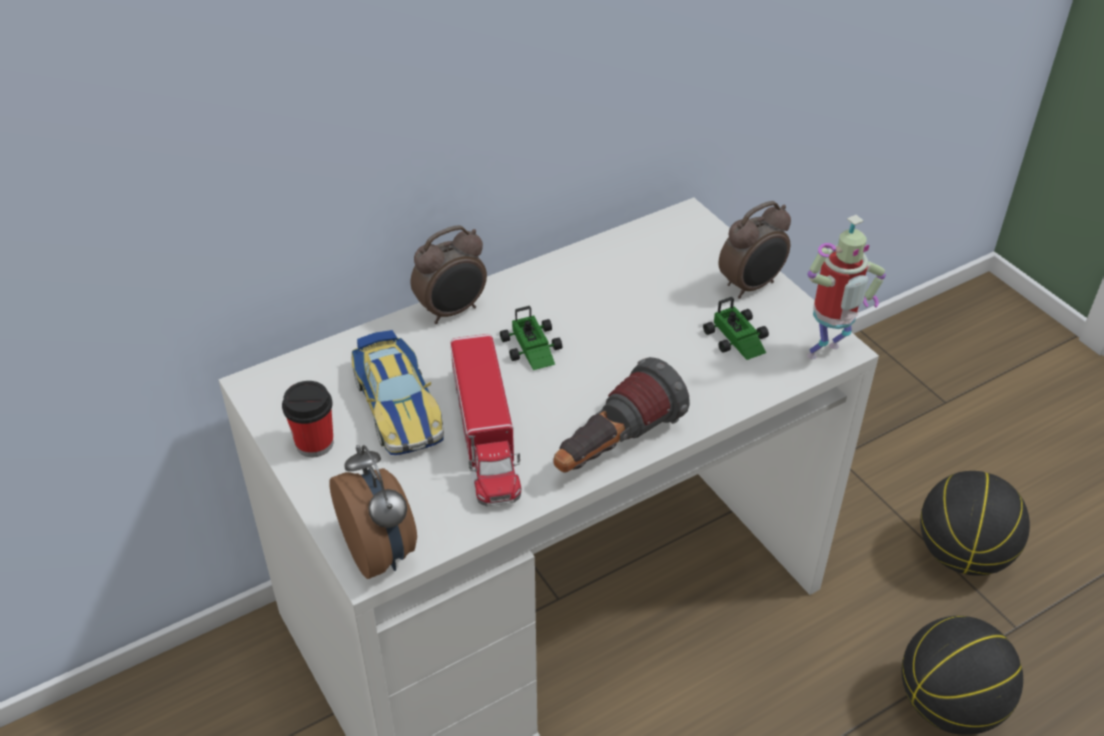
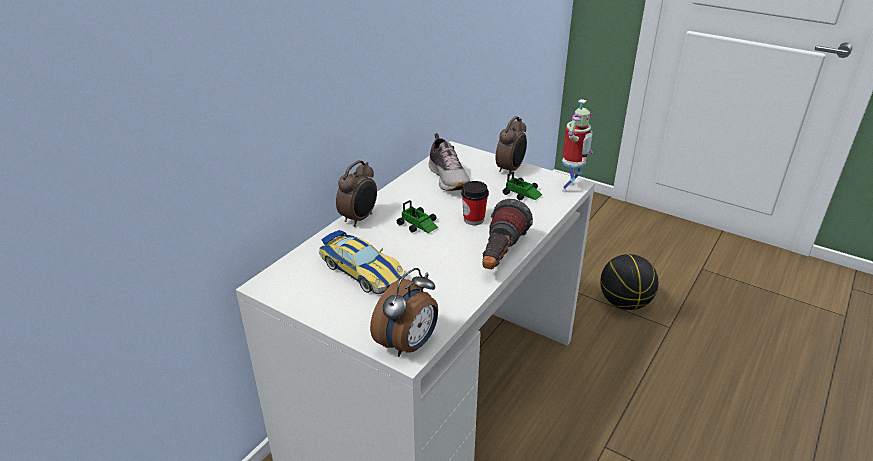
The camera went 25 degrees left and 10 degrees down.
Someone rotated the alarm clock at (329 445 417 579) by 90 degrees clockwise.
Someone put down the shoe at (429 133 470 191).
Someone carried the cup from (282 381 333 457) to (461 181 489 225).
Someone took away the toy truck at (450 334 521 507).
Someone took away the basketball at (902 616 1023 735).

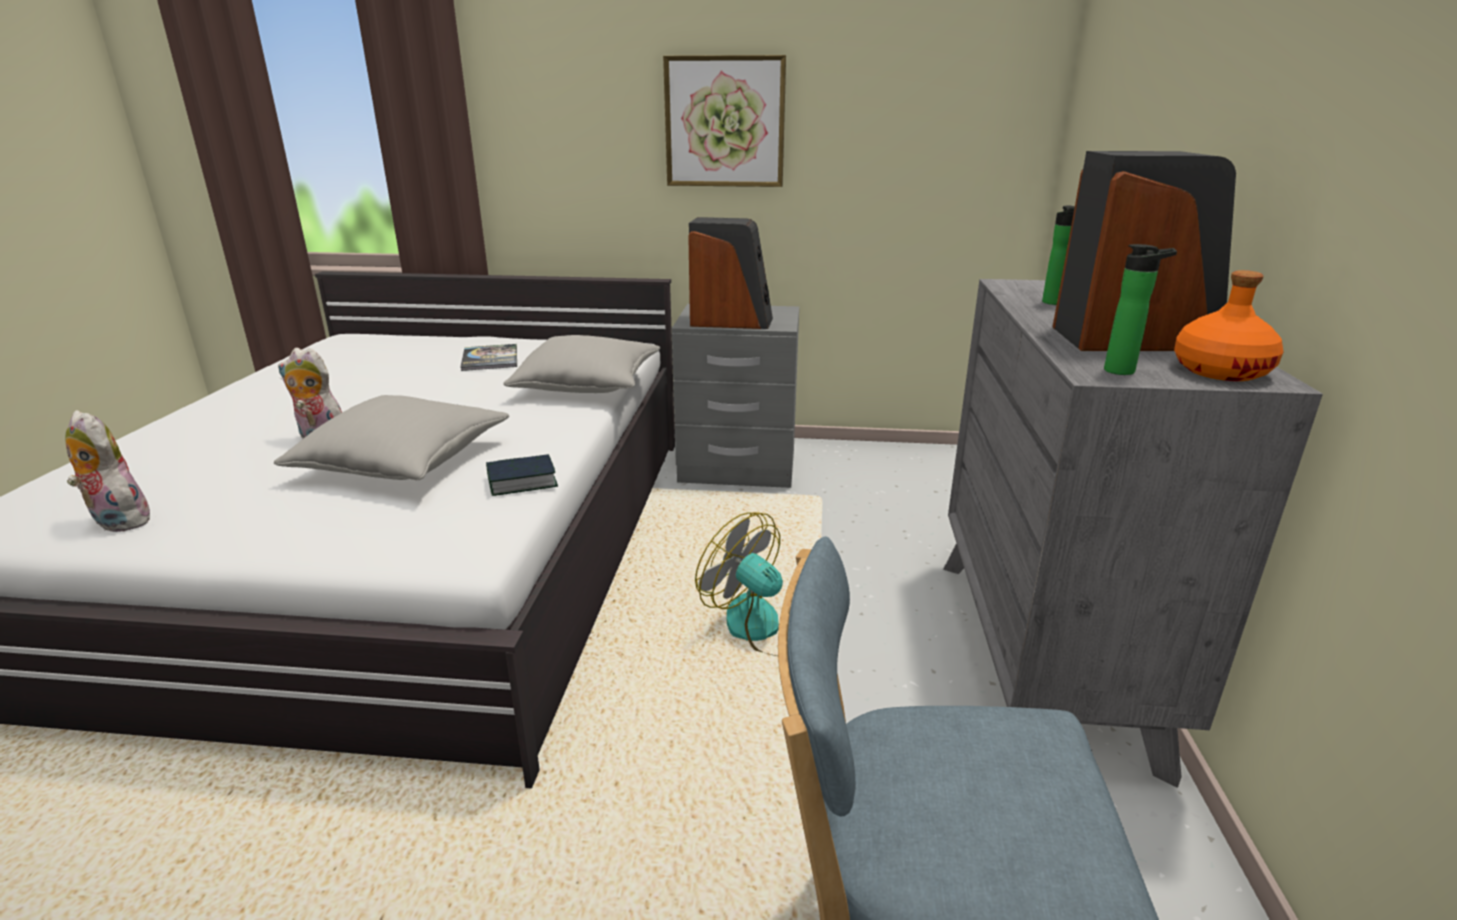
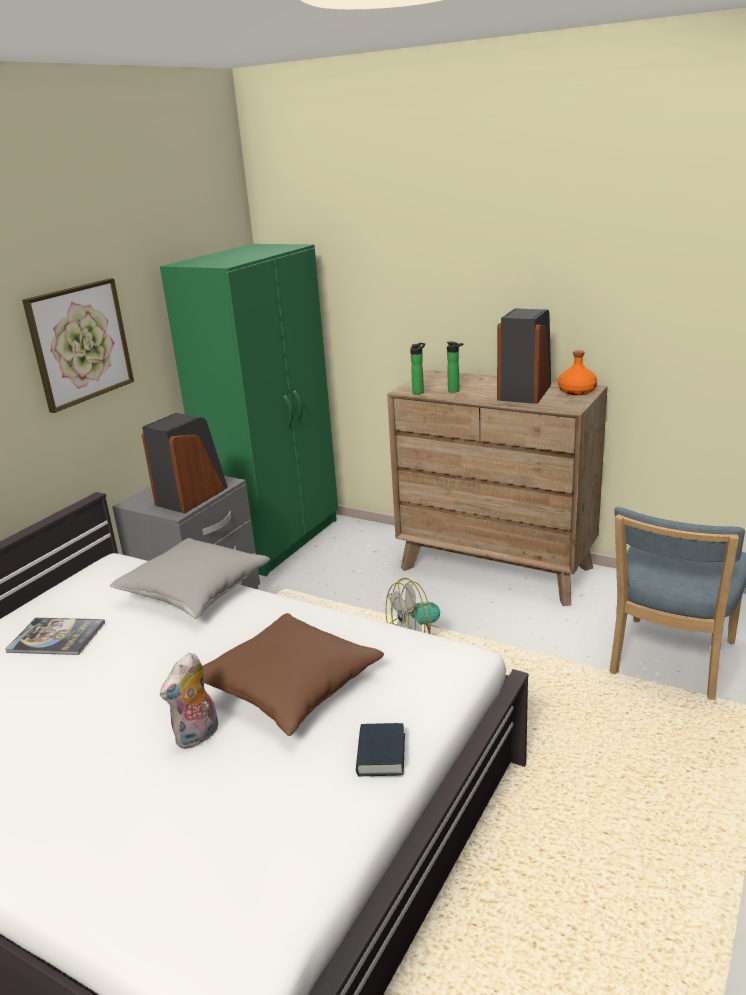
The camera went 65 degrees left and 0 degrees up.
Someone put down the green wardrobe at (160 244 338 576).
Someone repainted the grey pillow at (274 395 509 480), which became the brown pillow at (203 613 384 736).
Someone carried the book from (486 454 558 496) to (356 723 405 776).
Someone repainted the grey dresser at (943 279 1323 788), which became the brown dresser at (387 370 608 606).
Someone carried the bottle from (1104 244 1177 375) to (410 343 425 395).
Someone took away the plush toy at (65 410 150 533).

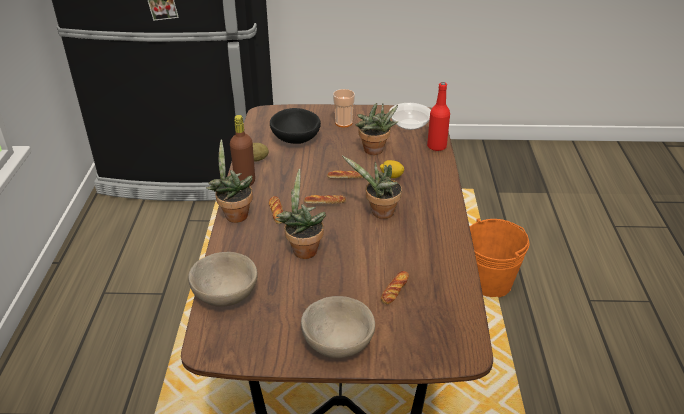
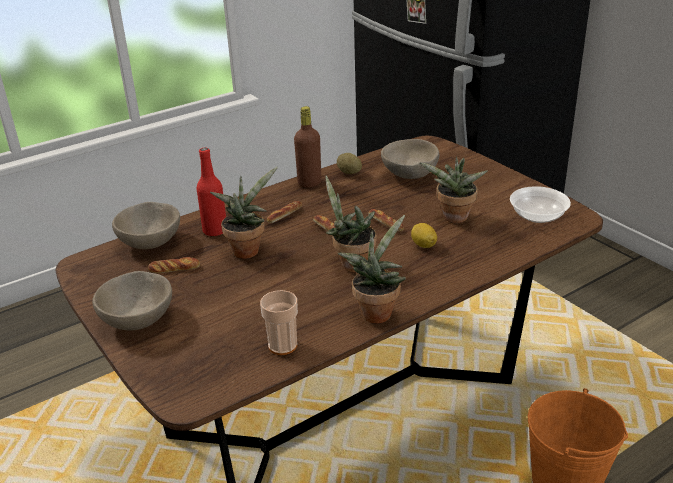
The camera went 55 degrees right and 5 degrees down.
Someone carried the bread from (381 271 409 304) to (148 257 200 273).
Someone carried the red bottle from (427 82 450 151) to (196 148 226 237).
Someone carried the cup from (333 89 355 128) to (260 290 298 355).
Someone carried the potted plant from (206 139 253 223) to (338 215 406 324).
Someone repainted the black bowl at (270 108 321 144), which became the beige bowl at (381 139 439 179).

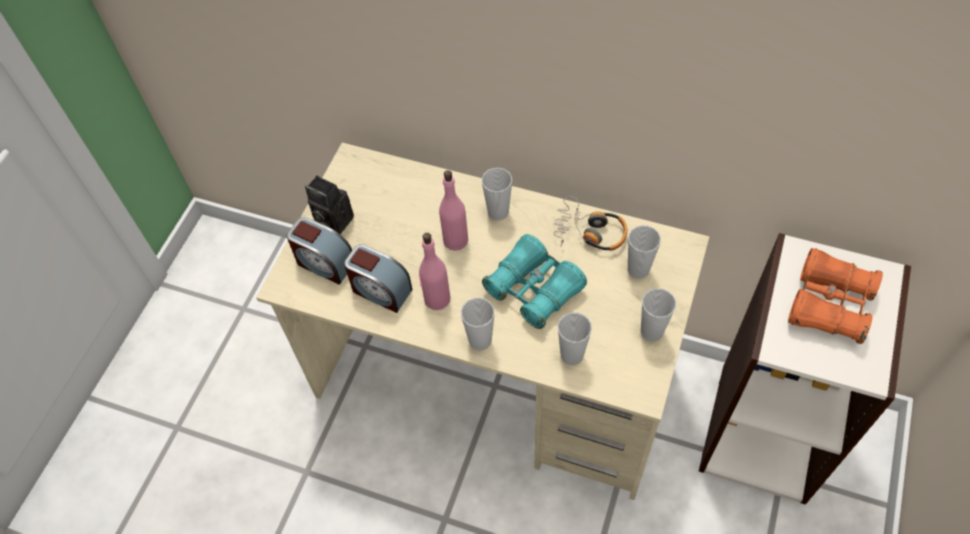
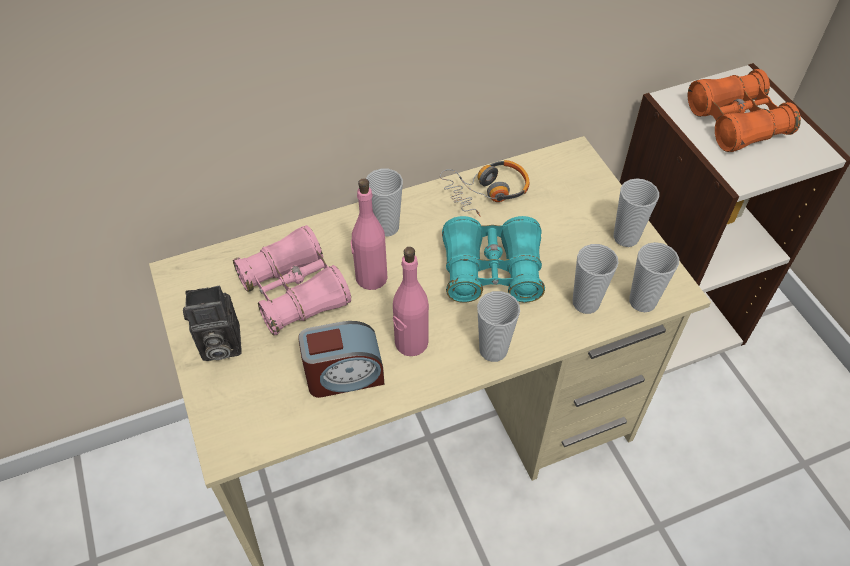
The camera went 45 degrees left and 5 degrees down.
Someone put down the pink binoculars at (233 225 351 335).
Someone carried the cup from (628 225 661 279) to (629 242 679 312).
Someone took away the alarm clock at (287 217 352 285).

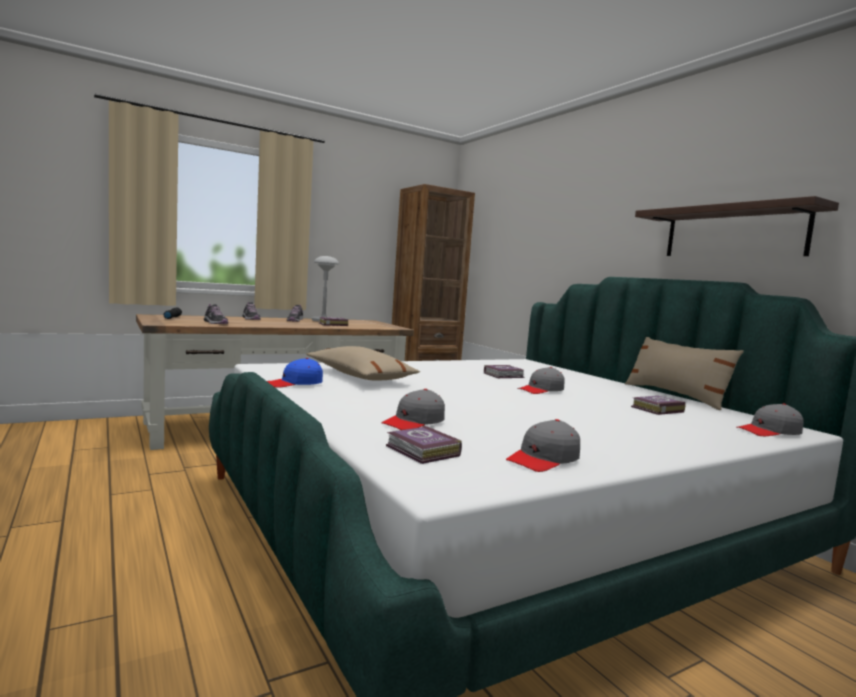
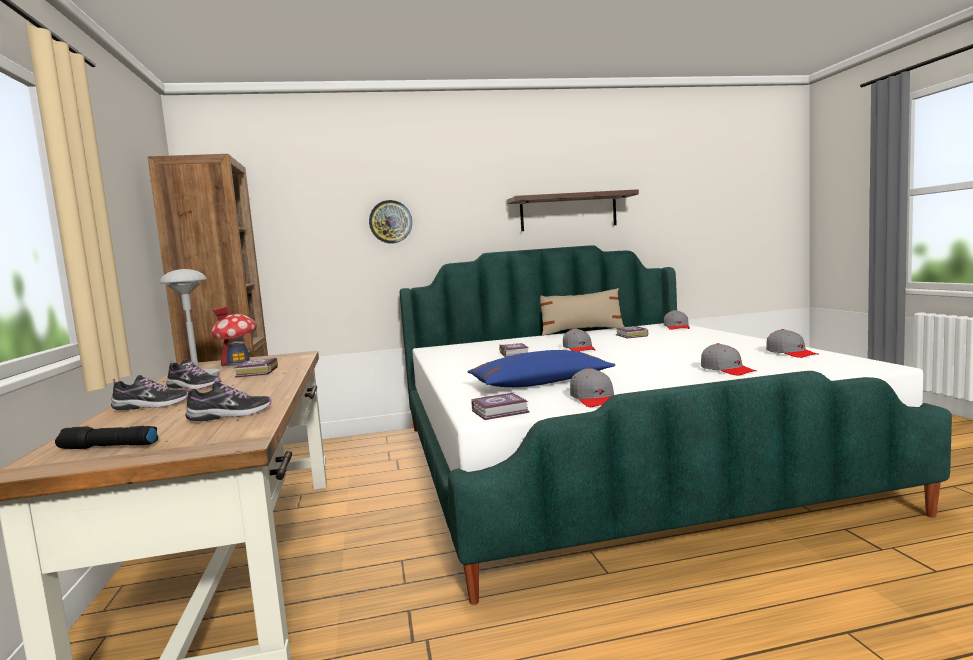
The camera went 70 degrees left and 0 degrees up.
Someone put down the toy house at (211 306 257 366).
Someone put up the wall clock at (369 200 412 244).
Someone repainted the beige pillow at (306 346 420 381), which became the blue pillow at (467 350 615 387).
Someone carried the book from (386 425 462 464) to (471 393 530 420).
Someone repainted the blue cap at (267 358 323 388), which became the grey cap at (570 368 614 407).

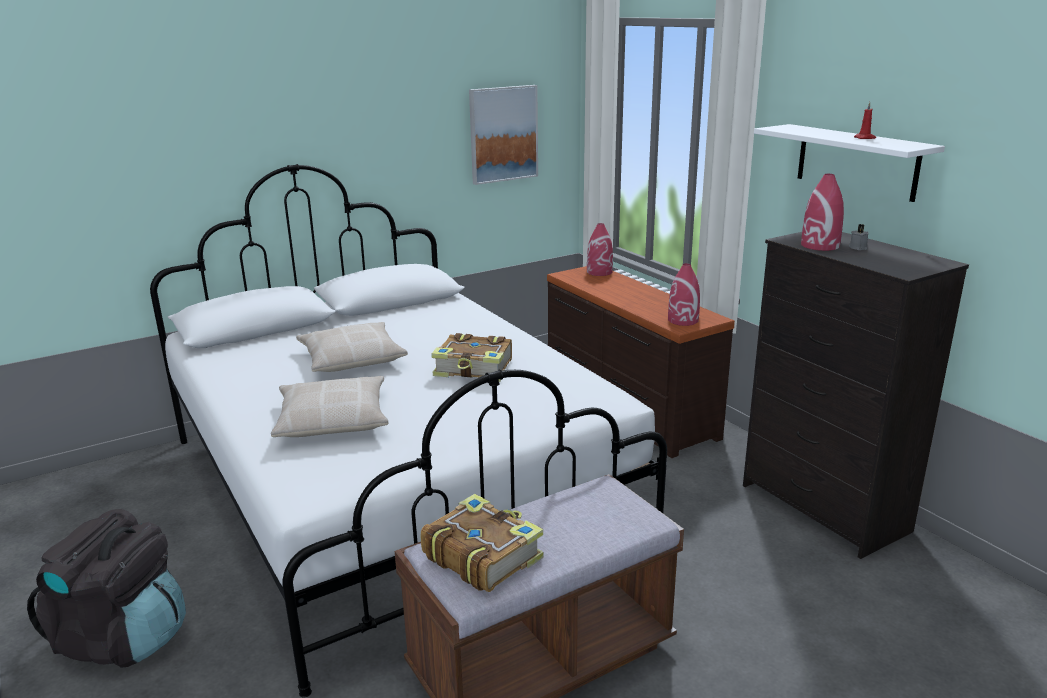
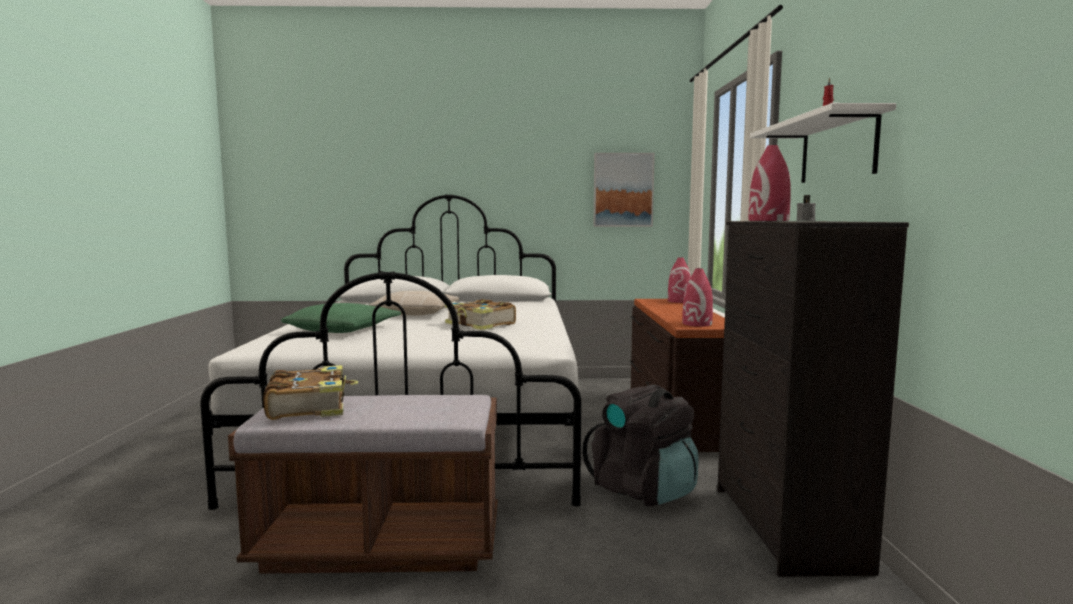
The camera went 30 degrees right and 15 degrees down.
Someone repainted the beige pillow at (271 376 388 437), which became the green pillow at (281 303 401 333).
Someone carried the black backpack from (27 509 186 667) to (582 385 699 506).

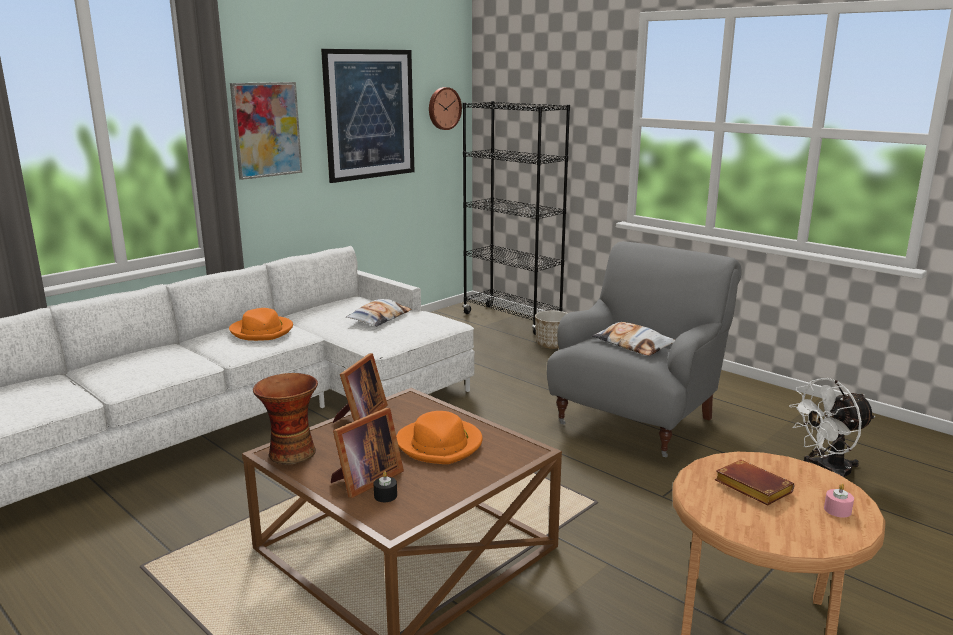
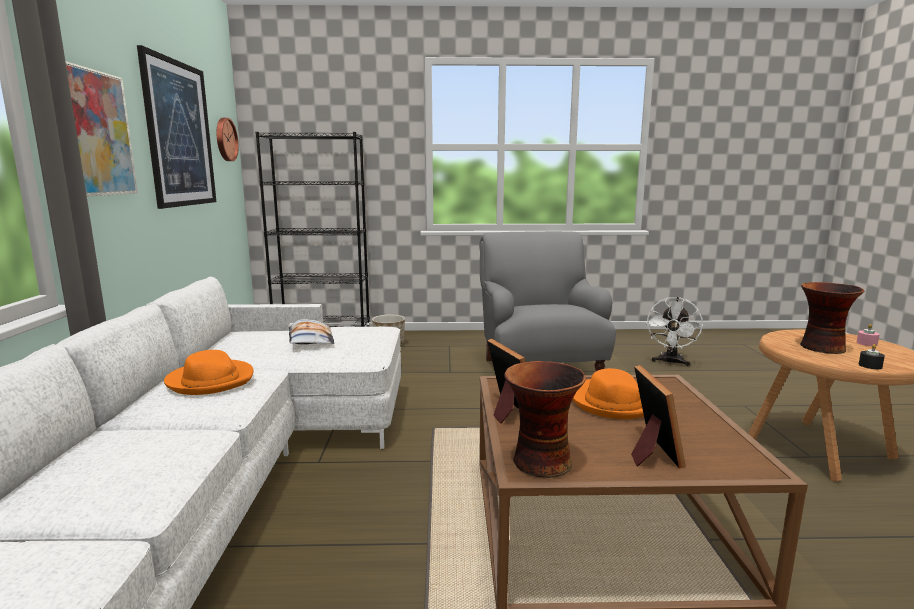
The camera went 45 degrees left and 5 degrees down.
Someone swapped the brown book at (715 460 794 505) for the vase at (800 282 864 354).
Someone carried the black candle from (374 471 397 502) to (859 344 885 369).
Someone took away the pillow at (592 322 675 356).

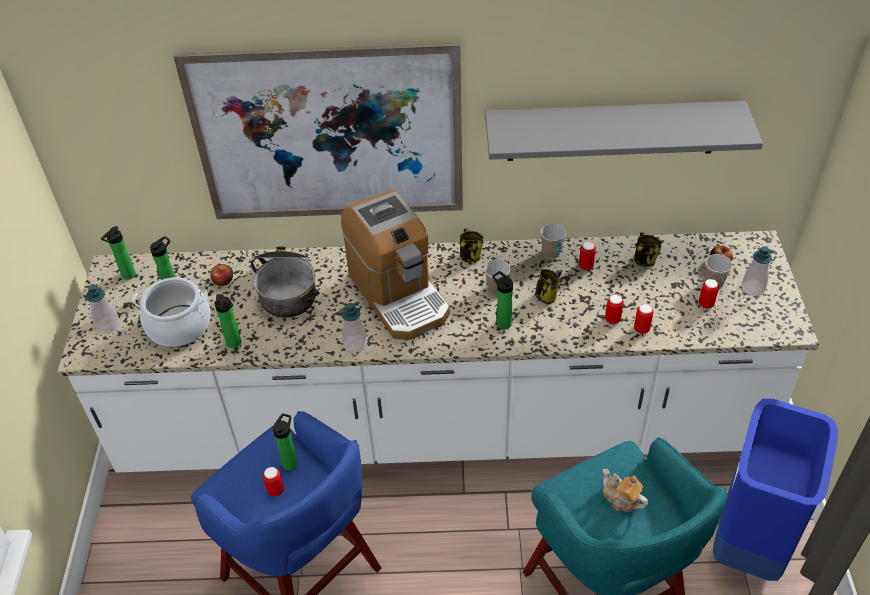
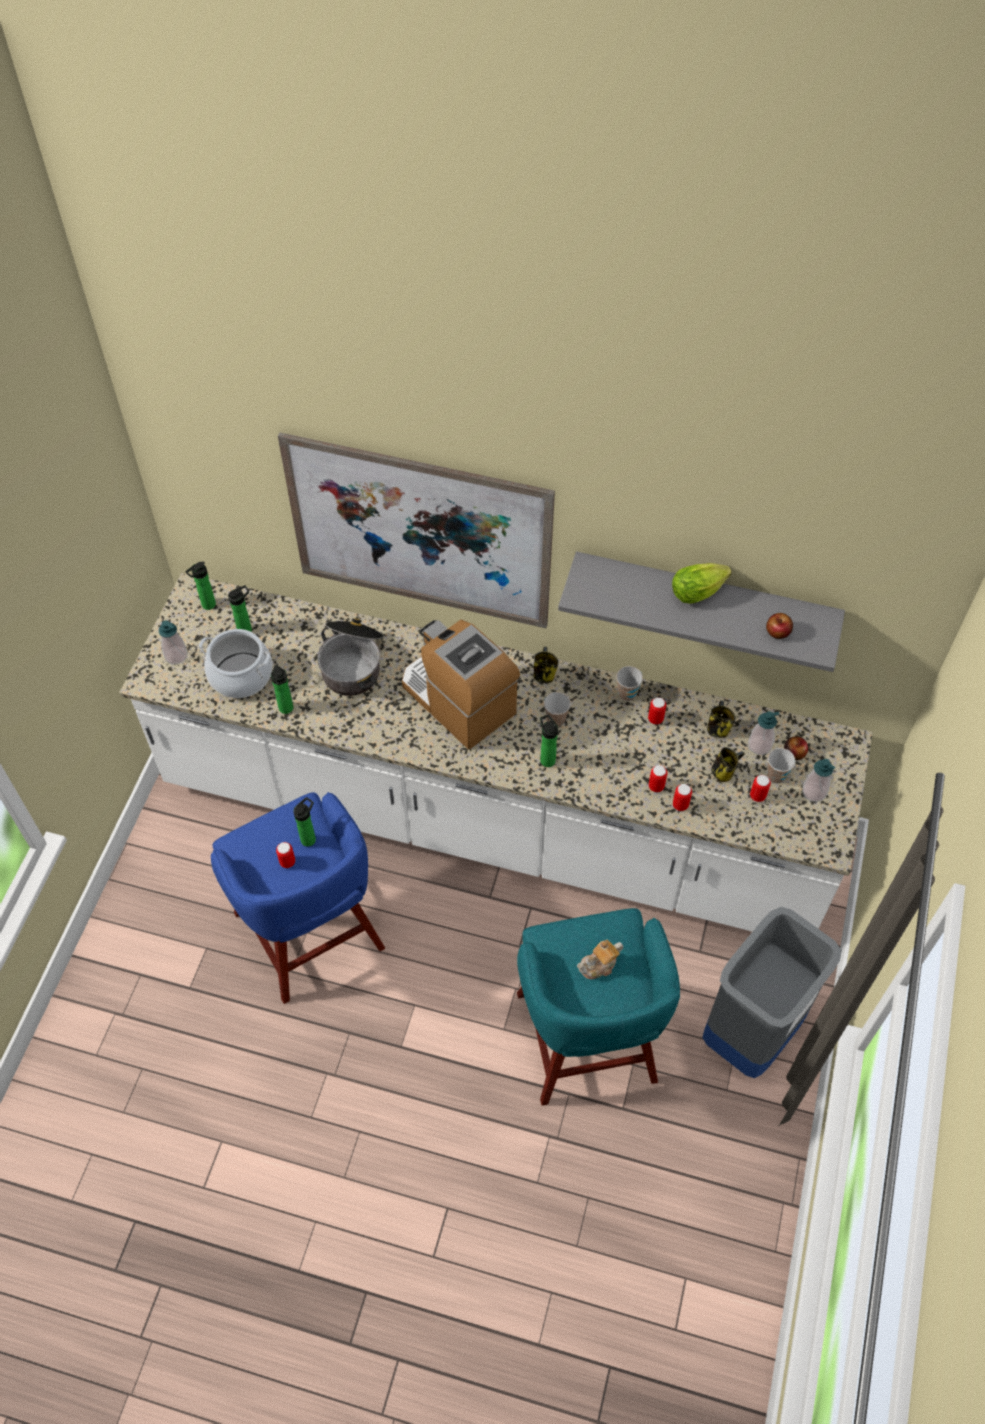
The camera went 15 degrees right and 10 degrees up.
Someone rotated the coffee machine at (341 189 450 340) by 150 degrees clockwise.
Someone rotated the teapot at (602 469 648 512) by 90 degrees counterclockwise.
Someone put down the lettuce at (672 563 732 604).
Someone repainted the blue trash can at (713 399 838 581), which became the grey trash can at (702 907 842 1078).
Someone carried the mug from (535 269 562 304) to (711 747 744 782).
Someone carried the soap dispenser from (341 301 367 353) to (748 711 779 755).
Someone carried the apple from (210 264 233 286) to (766 613 793 639).

